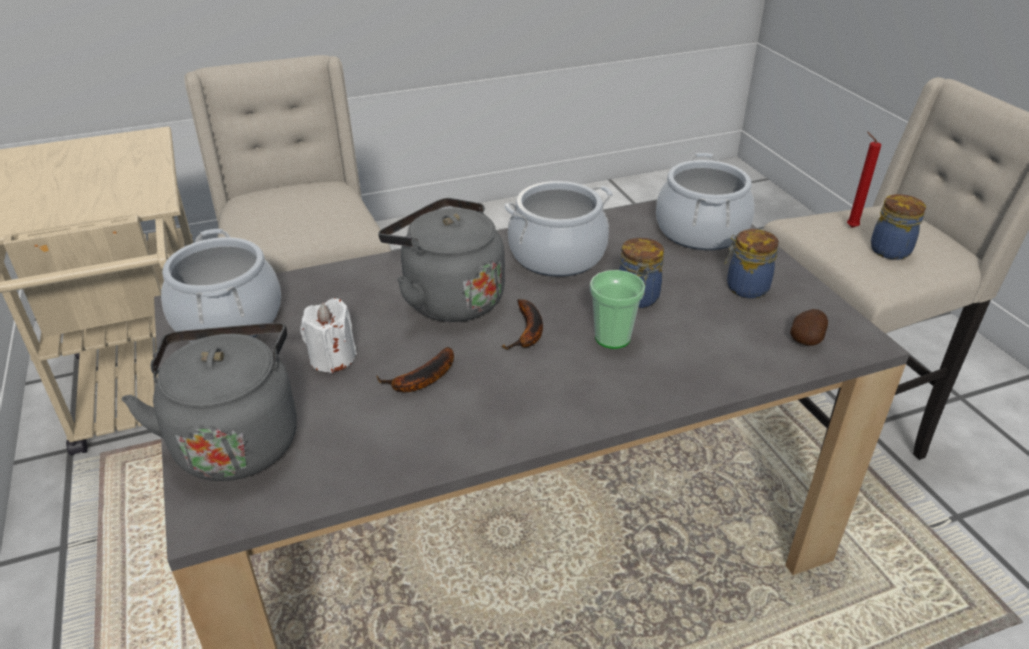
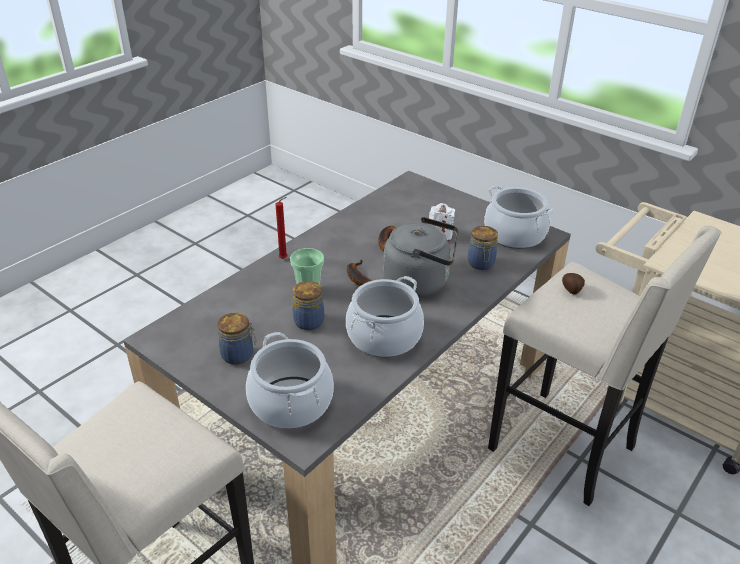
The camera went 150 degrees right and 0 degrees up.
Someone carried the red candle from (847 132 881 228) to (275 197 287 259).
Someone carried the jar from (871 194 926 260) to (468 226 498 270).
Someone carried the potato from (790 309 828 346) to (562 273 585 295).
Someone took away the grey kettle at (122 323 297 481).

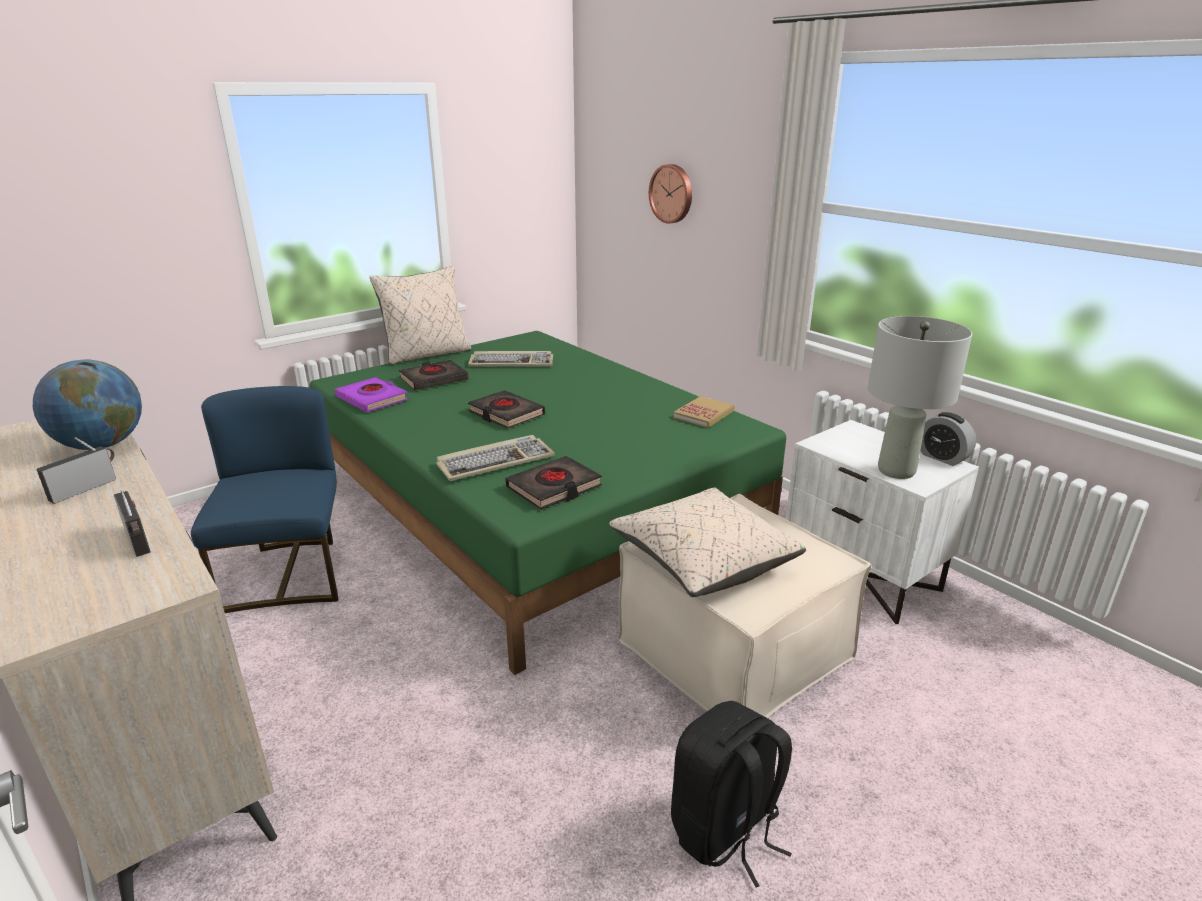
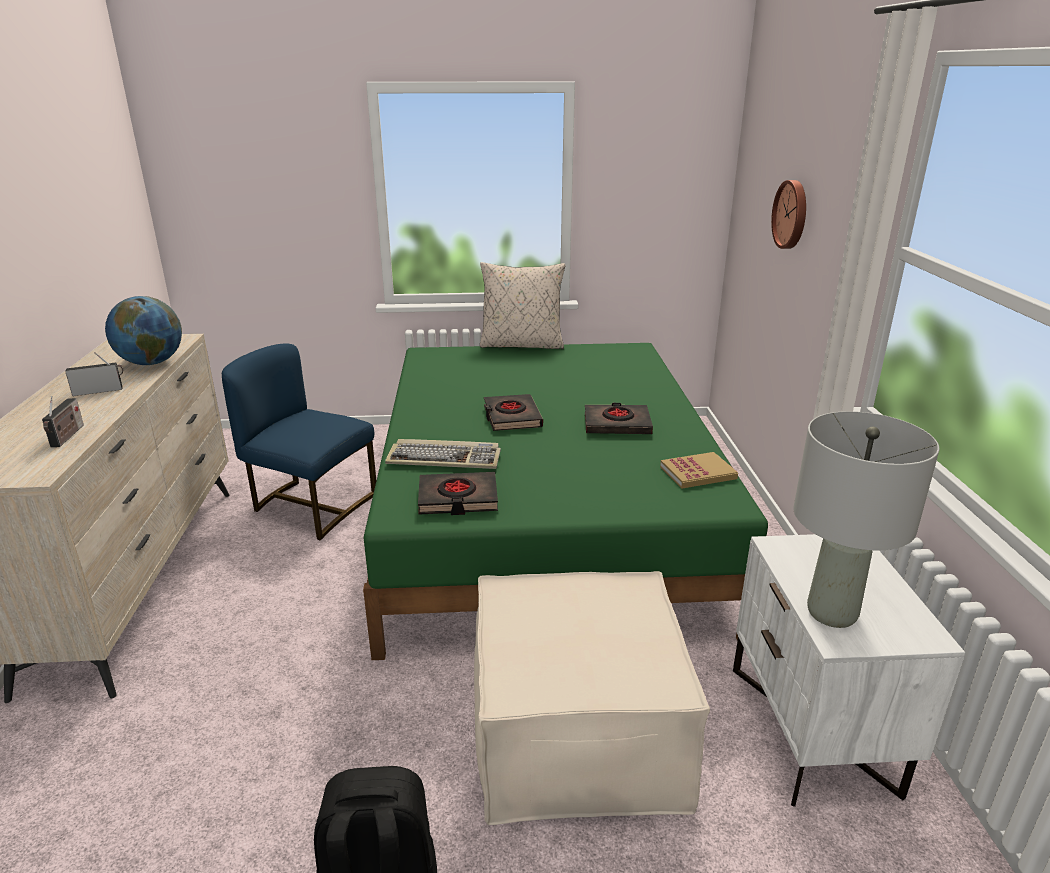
The camera went 35 degrees right and 0 degrees up.
Someone rotated the blue chair at (191 386 339 613) by 90 degrees counterclockwise.
Someone carried the black book from (399 360 468 390) to (585 403 653 434).
Someone took away the purple book at (335 377 408 412).
Someone took away the keyboard at (468 351 553 366).
Someone took away the beige pillow at (609 488 806 597).
Someone took away the alarm clock at (920 412 976 466).

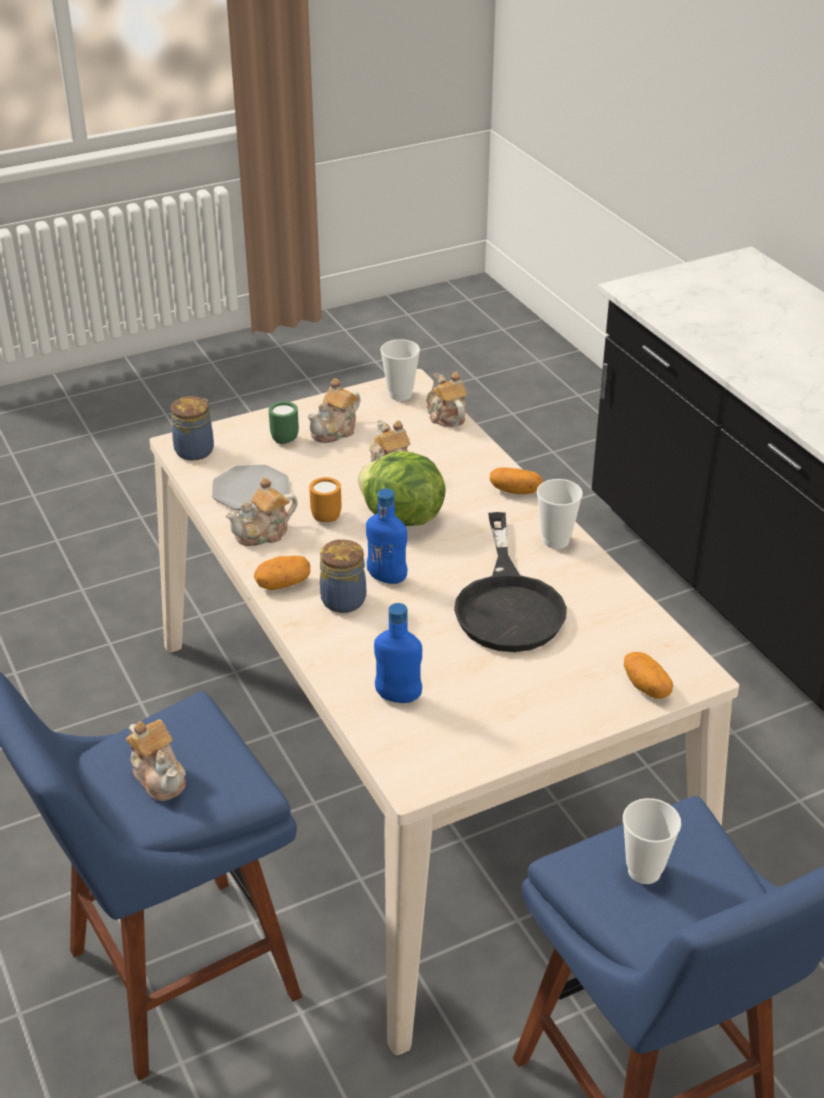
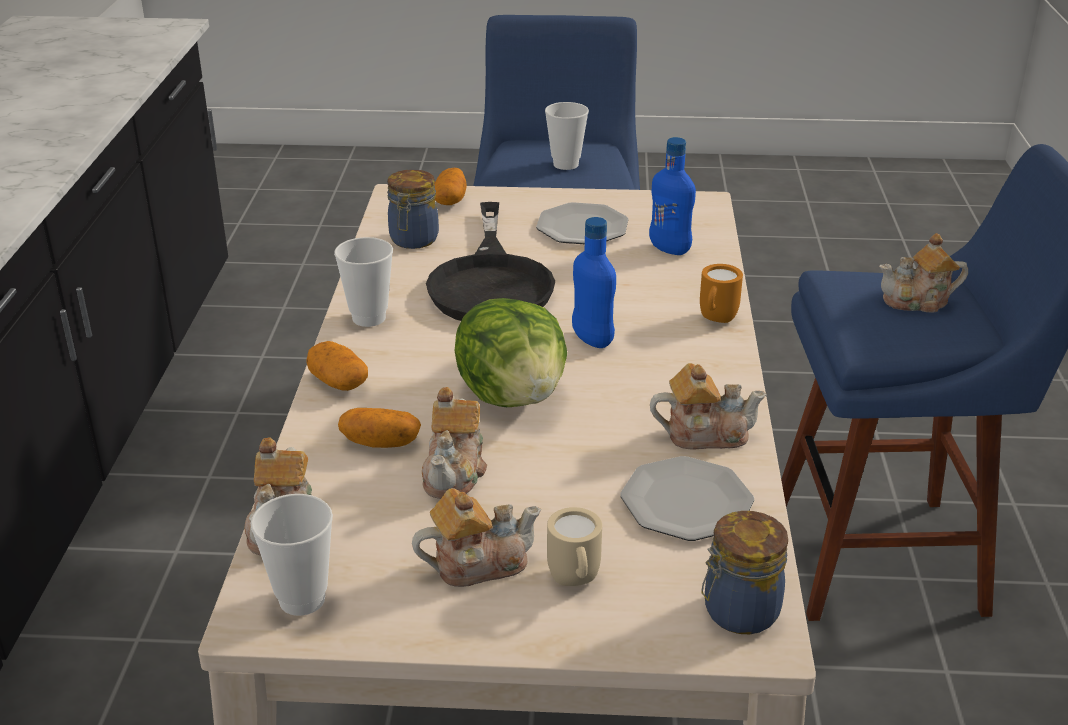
The camera went 150 degrees left and 5 degrees down.
Someone carried the potato from (254 556 310 590) to (338 408 421 448).
Someone carried the jar from (320 539 366 613) to (387 169 439 249).
Someone rotated the black frying pan at (454 512 567 652) by 150 degrees clockwise.
Someone put down the plate at (536 202 628 244).
Someone repainted the green mug at (269 401 299 444), which became the beige mug at (547 507 602 586).
Someone carried the orange mug from (309 477 341 522) to (700 264 743 323).
Someone rotated the teapot at (126 719 186 801) by 90 degrees counterclockwise.

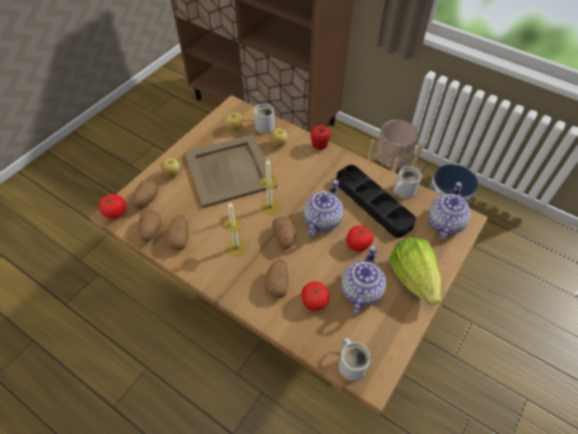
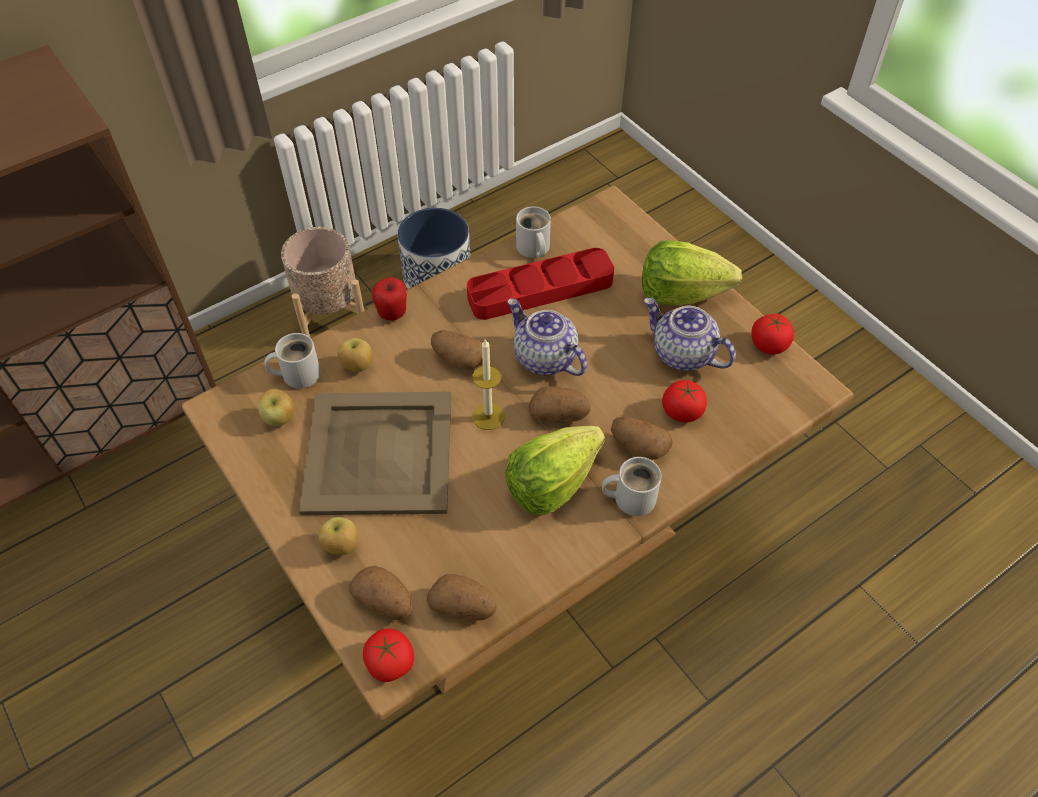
The camera went 70 degrees left and 0 degrees up.
Someone carried the potato from (165 215 188 251) to (431 330 483 369).
Someone repainted the black tray at (336 165 416 238), which became the red tray at (467 248 614 320).
Someone swapped the candle at (224 202 247 256) for the lettuce at (505 426 605 515).
Someone carried the white mug from (339 338 371 381) to (602 457 662 516).
Someone carried the tomato from (347 225 374 251) to (751 314 794 355).
Someone took away the teapot at (428 182 471 240).

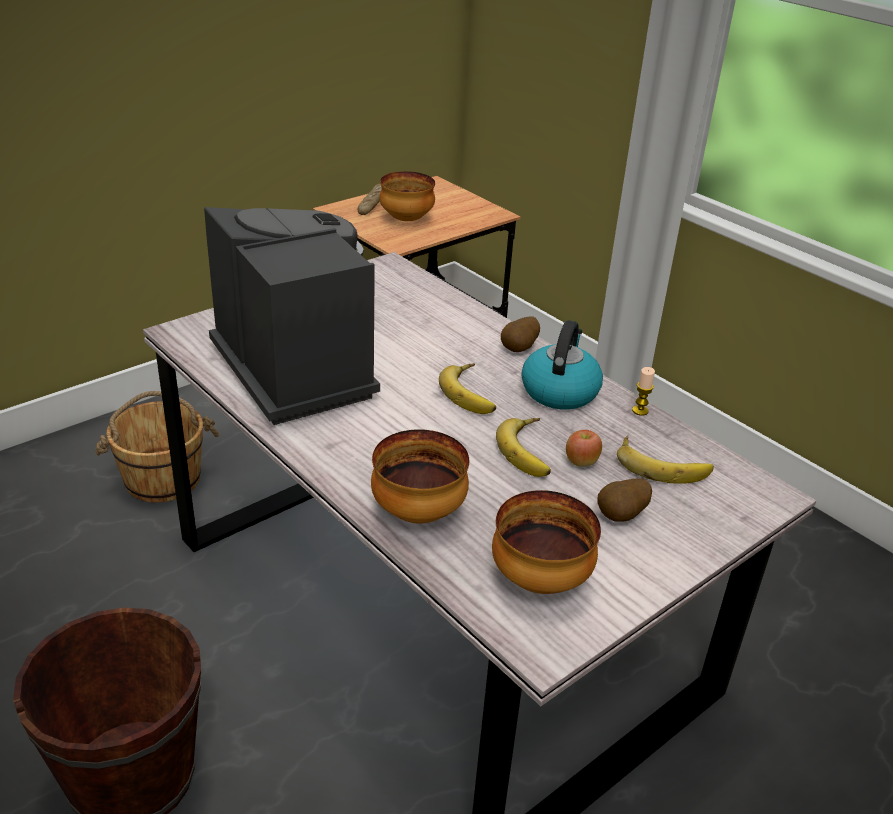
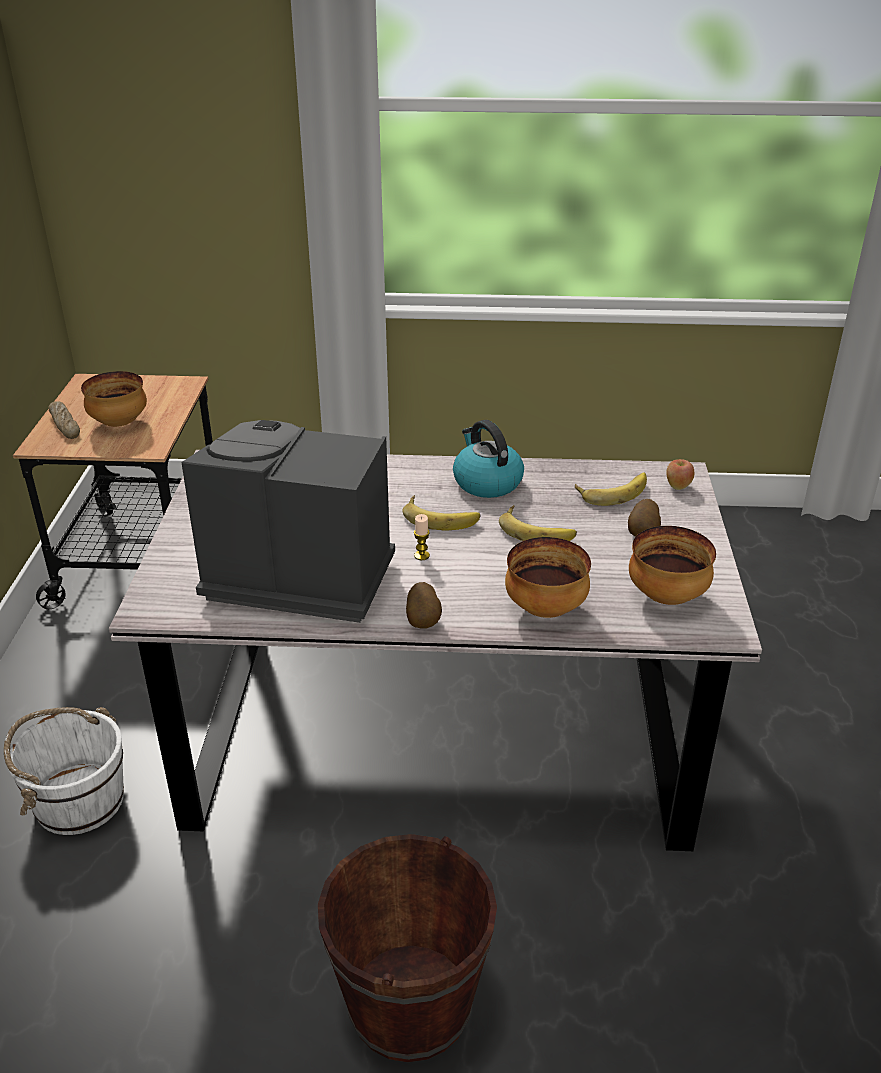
The camera went 45 degrees left and 0 degrees up.
Someone repainted the brown bucket at (95 391 219 503), which became the white bucket at (4 707 124 835).
Someone carried the potato from (501 316 540 352) to (406 582 442 628).
Someone carried the candle from (632 367 655 416) to (414 514 430 560).
Someone carried the apple from (566 430 602 467) to (666 459 694 490).

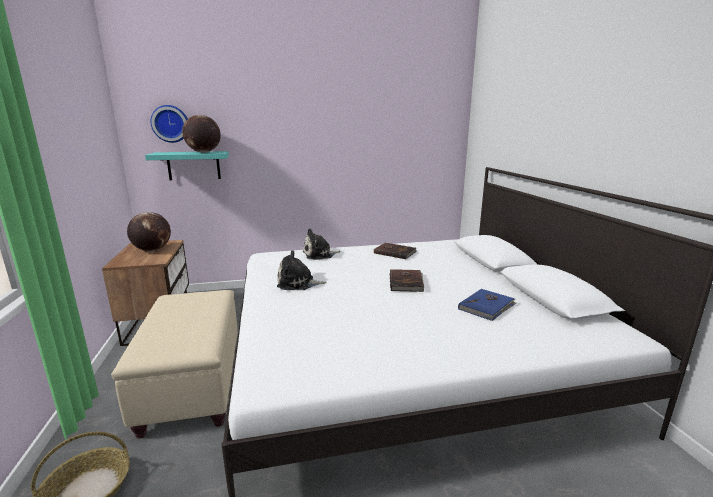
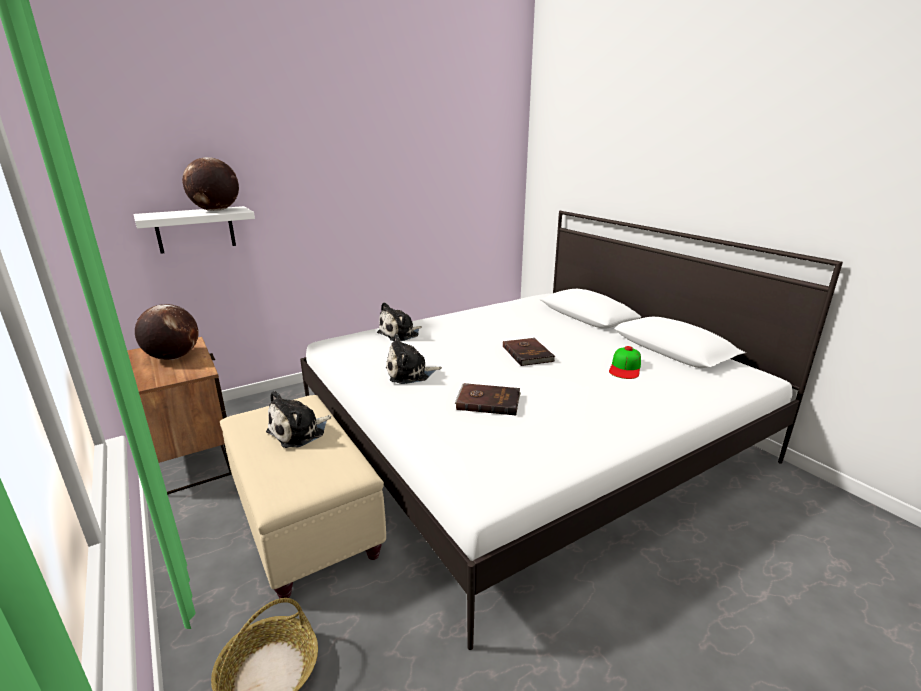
The camera went 20 degrees left and 5 degrees up.
Someone repainted the turquoise shelf at (145 151 229 180), which became the white shelf at (133 206 255 254).
Someone put down the plush toy at (266 391 331 448).
Someone carried the brown book from (374 243 417 259) to (455 383 521 416).
Someone swapped the blue book at (458 289 516 321) for the cap at (609 346 641 379).
Someone took away the wall clock at (150 105 188 143).

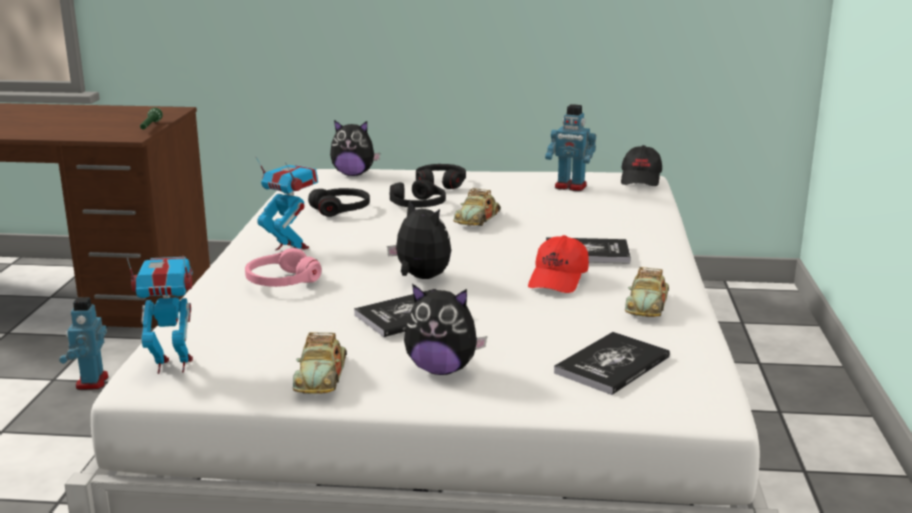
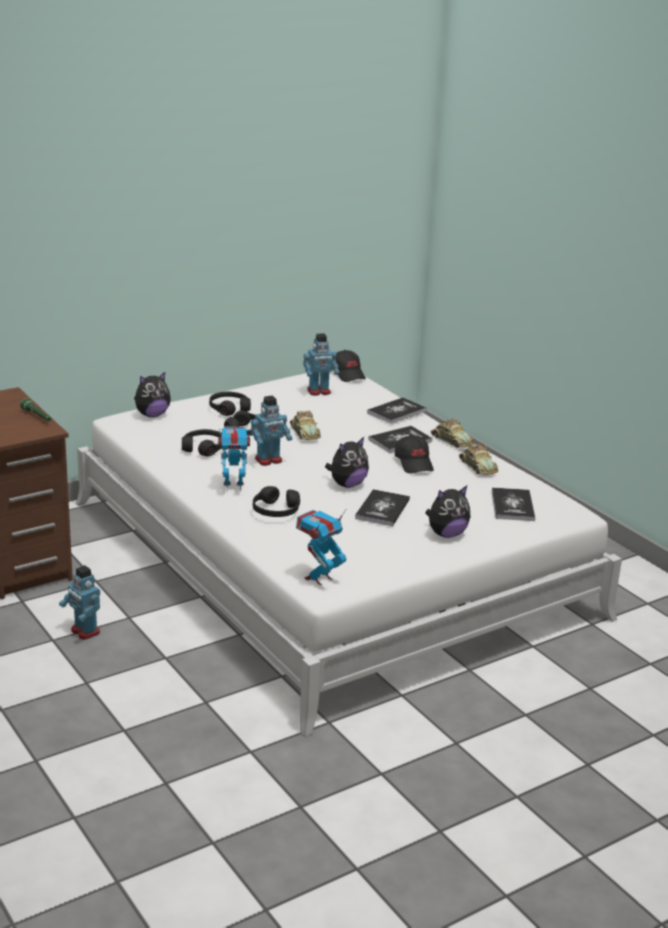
The camera went 40 degrees left and 5 degrees up.
Someone put down the toy robot at (251 395 292 466).
Someone repainted the pink headphones at (245 248 322 287), which became the black headphones at (253 486 300 517).
Someone rotated the plush toy at (387 199 451 279) by 135 degrees clockwise.
Someone put down the book at (367 398 427 424).
Someone repainted the red cap at (528 235 589 293), which became the black cap at (395 435 434 473).
Someone carried the toy car from (292 332 347 394) to (431 418 475 448).

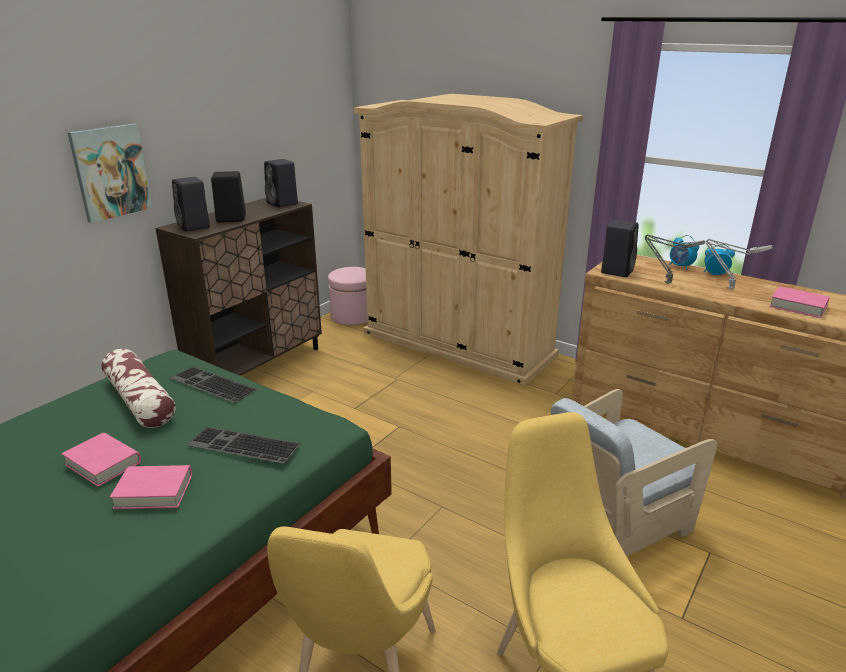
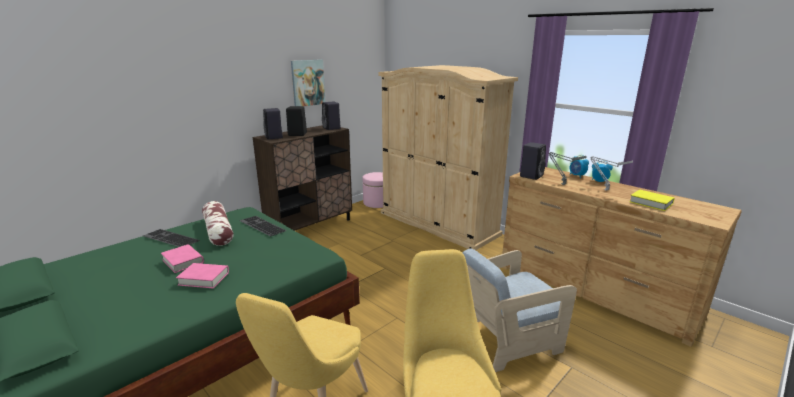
The camera went 10 degrees right and 5 degrees down.
Someone carried the keyboard from (186 427 301 464) to (143 229 200 247).
Someone carried the picture from (67 123 153 223) to (291 60 326 107).
Someone repainted the pink book at (769 286 830 318), which became the yellow book at (629 189 675 211).

